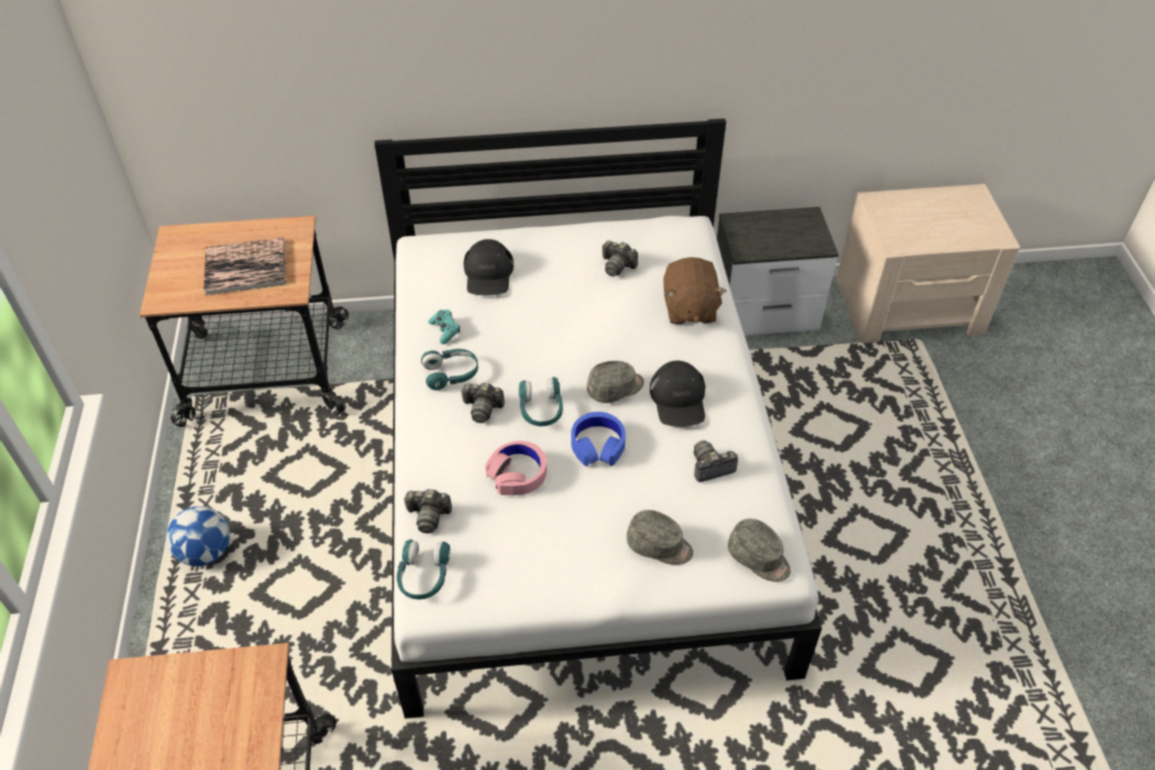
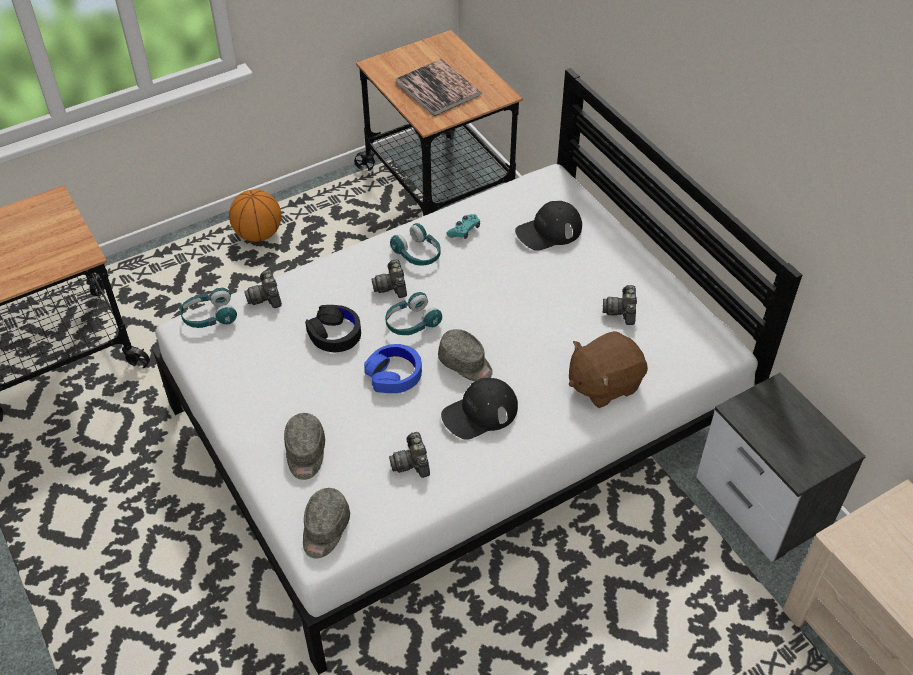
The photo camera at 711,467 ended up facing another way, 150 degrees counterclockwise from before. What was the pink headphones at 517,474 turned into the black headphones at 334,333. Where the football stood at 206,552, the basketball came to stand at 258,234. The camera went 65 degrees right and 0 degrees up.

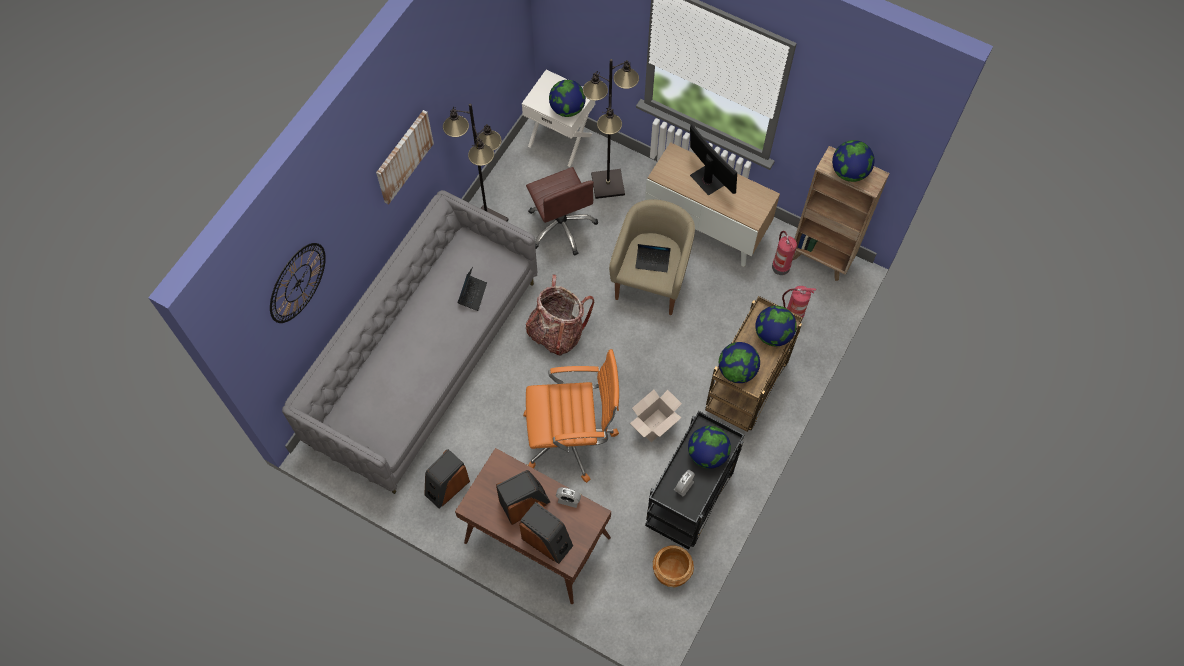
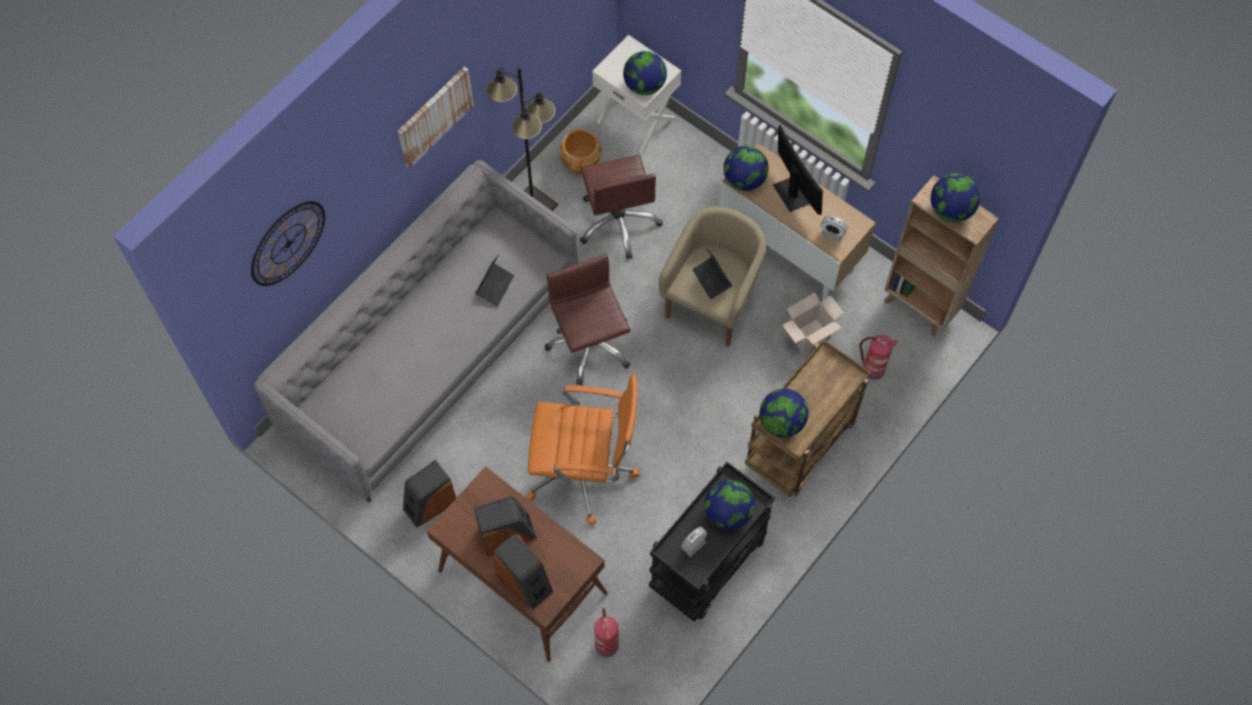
The second view lost the black floor lamp at 608,184. The fire extinguisher ended up elsewhere, having gone from 780,266 to 606,643. The laptop at 652,261 ended up facing another way, 45 degrees clockwise from before. Where the backpack stood at 556,332, the brown office chair came to stand at 589,345. The globe ended up elsewhere, having gone from 773,334 to 744,180. The cardboard box ended up elsewhere, having gone from 654,427 to 809,337. The alarm clock ended up elsewhere, having gone from 568,500 to 832,234. The brown planter ended up elsewhere, having gone from 671,571 to 580,162. The camera went 10 degrees right and 0 degrees up.

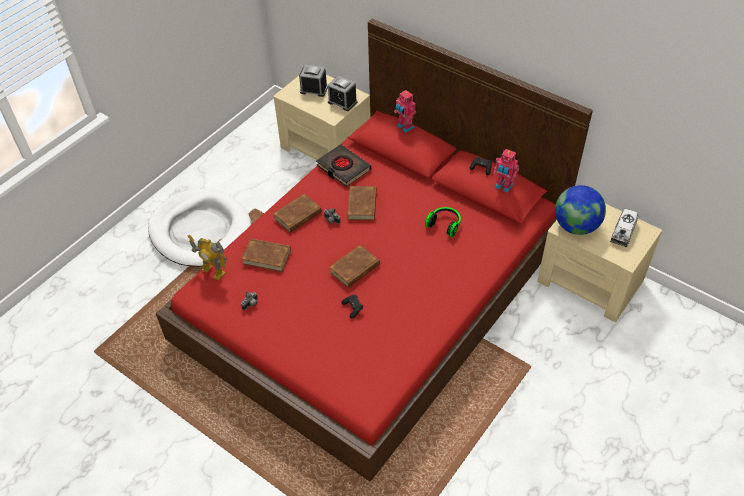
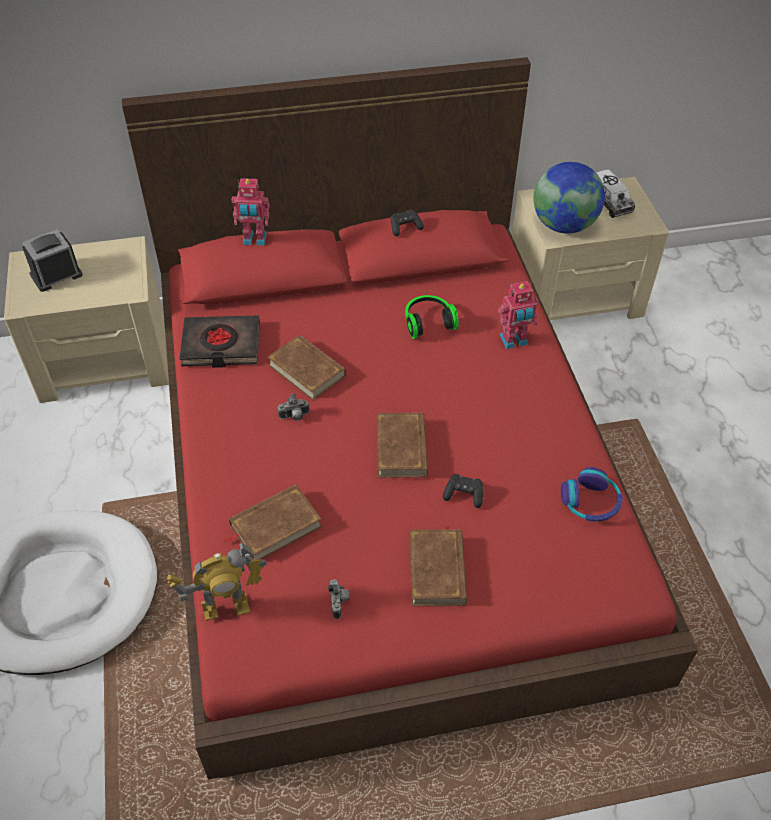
The second view lost the alarm clock at 342,102. The toy robot ended up elsewhere, having gone from 503,186 to 514,341. The brown book ended up elsewhere, having gone from 298,215 to 437,570. The second view gained the headphones at 590,502. The camera went 50 degrees left and 0 degrees up.

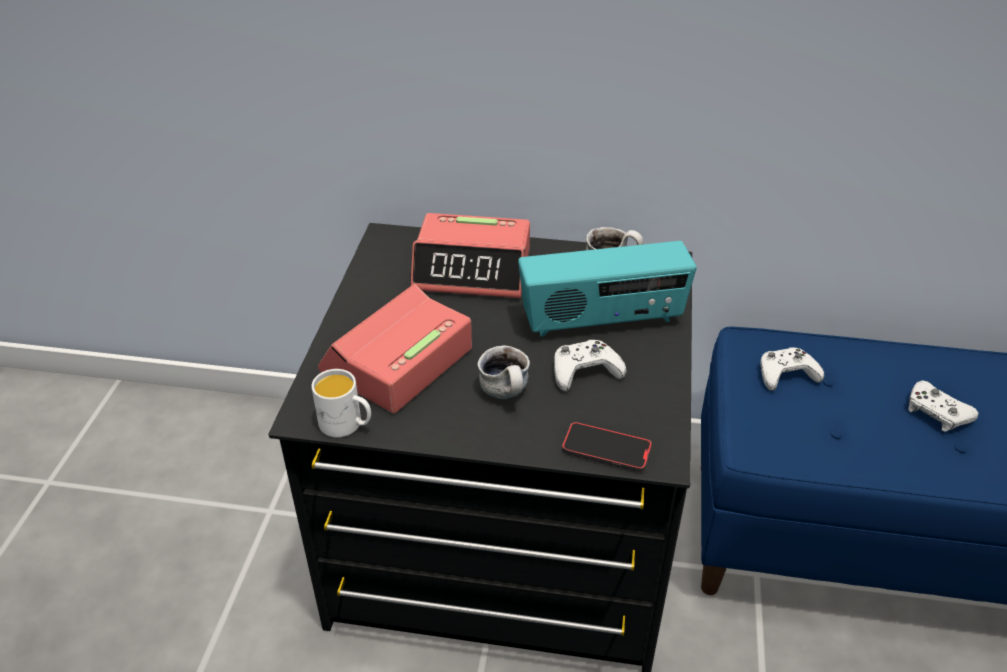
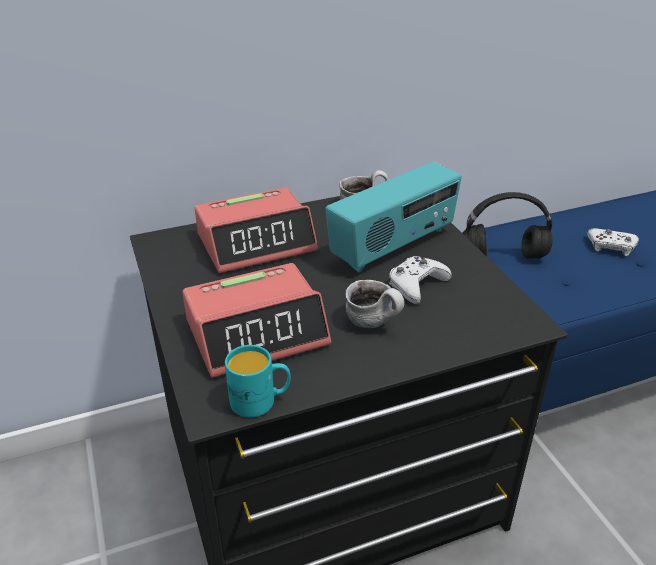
The alarm clock at 397,361 ended up facing another way, 120 degrees counterclockwise from before. Where the white game controller stood at 786,374, the black headphones came to stand at 505,255. What was the white mug at 347,425 turned into the turquoise mug at 260,401. The second view lost the phone at 606,449. The camera went 30 degrees left and 5 degrees down.

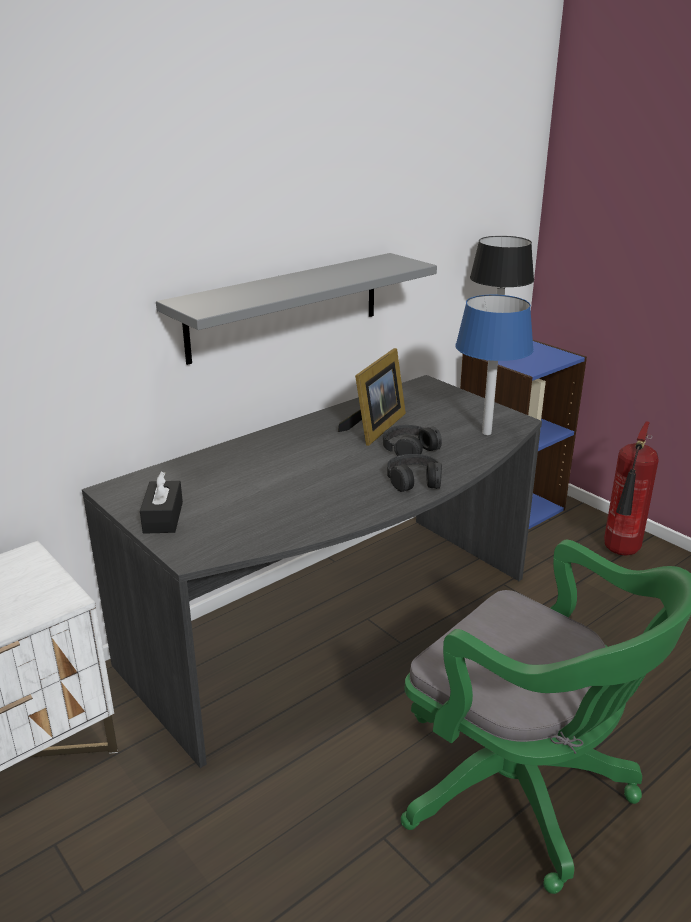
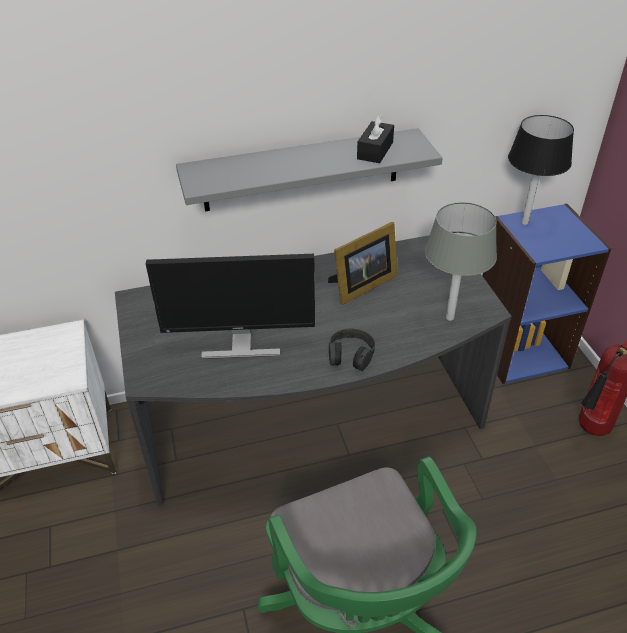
What was the blue table lamp at 486,433 turned into the grey table lamp at 449,317. The second view lost the black headphones at 409,448. The black tissue box ended up elsewhere, having gone from 163,517 to 375,150. The second view gained the monitor at 240,345. The camera went 25 degrees right and 15 degrees up.

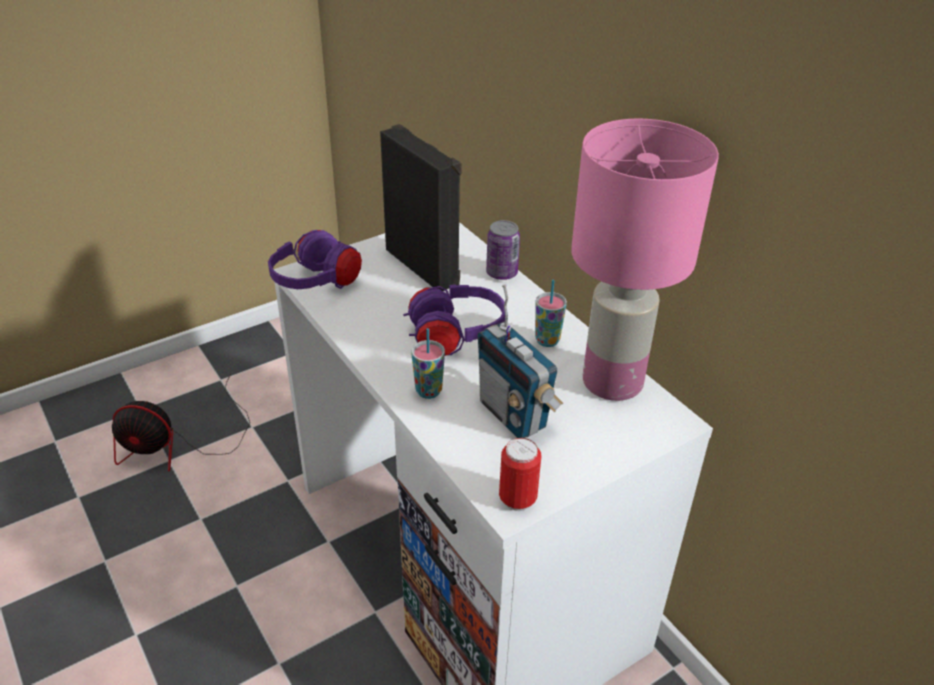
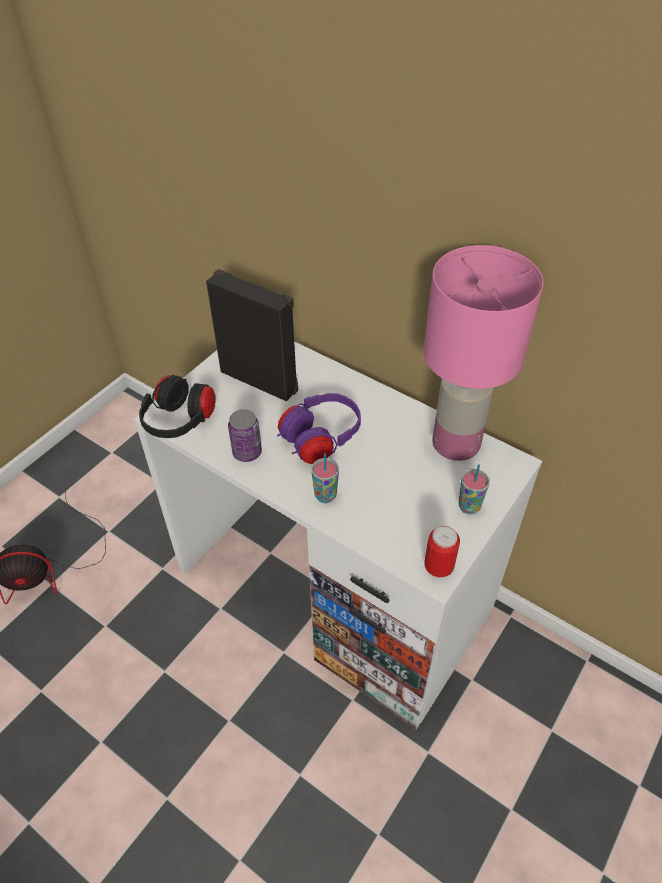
The can ended up elsewhere, having gone from 501,273 to 247,452. What was the purple headphones at 316,284 turned into the black headphones at 180,422. The cup ended up elsewhere, having gone from 547,340 to 469,507. The second view lost the radio at 513,415. The camera went 20 degrees left and 10 degrees up.

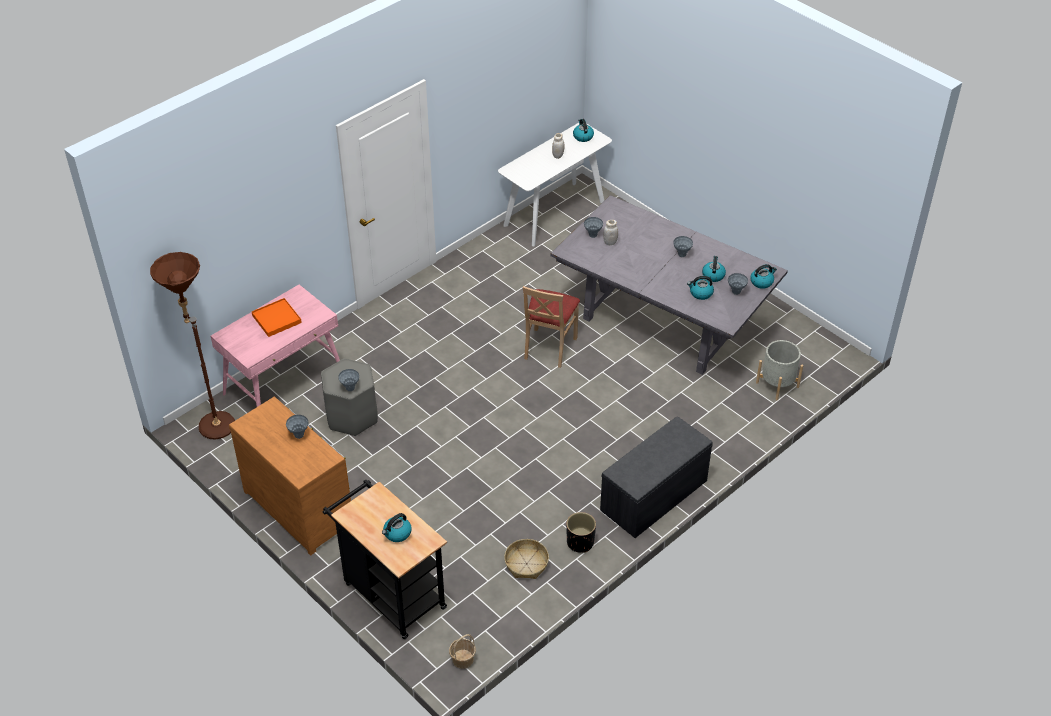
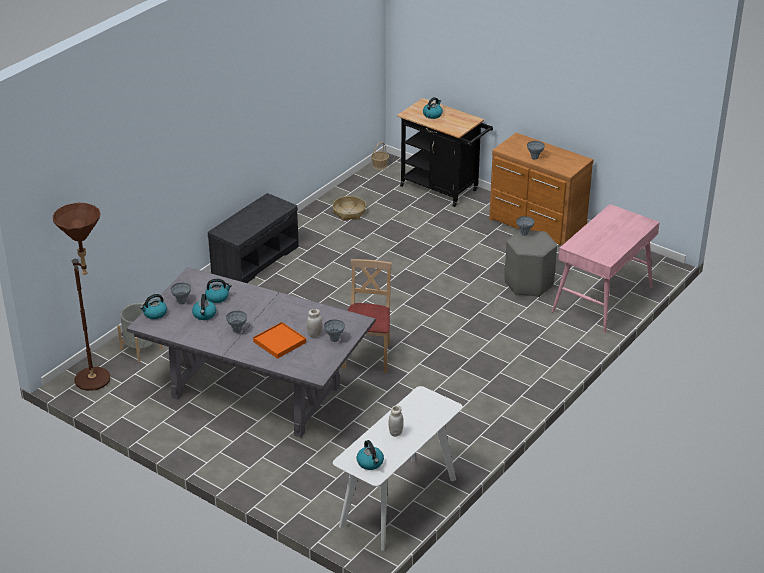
The brown floor lamp ended up elsewhere, having gone from 212,422 to 98,382. The orange tray ended up elsewhere, having gone from 276,319 to 279,342. The second view lost the black planter at 580,542. The camera went 170 degrees right and 10 degrees down.

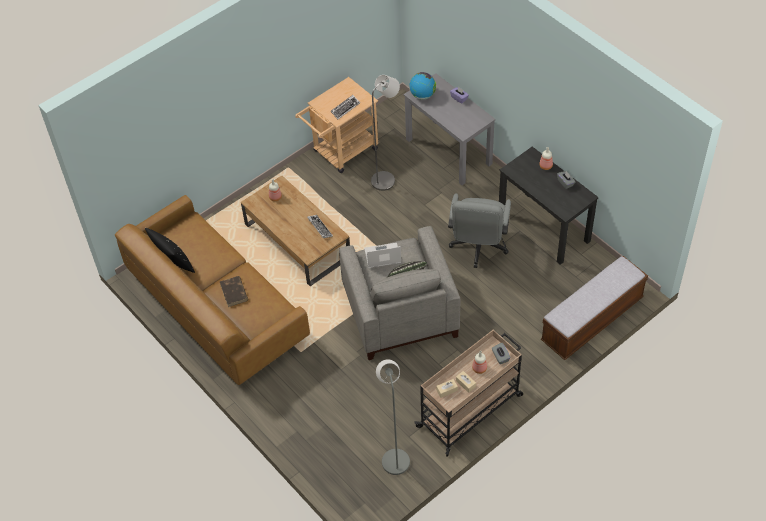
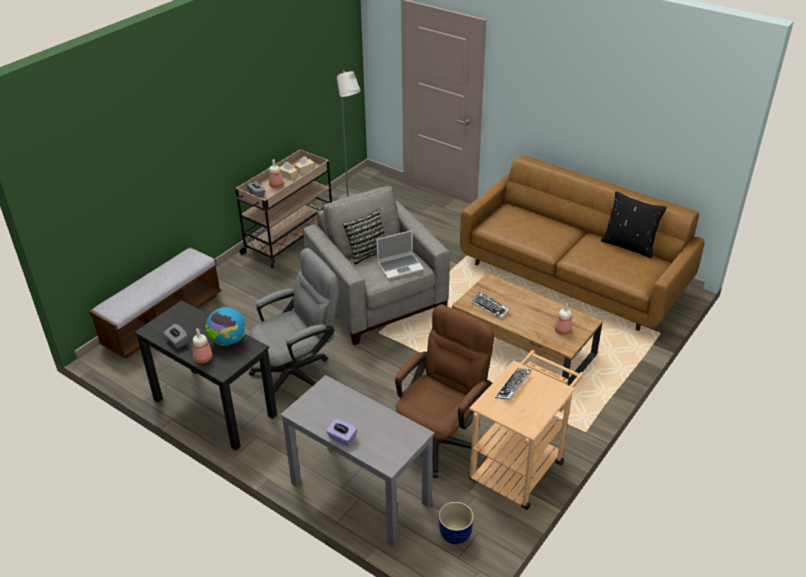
The globe ended up elsewhere, having gone from 422,95 to 228,341. Where the grey floor lamp stood at 386,178, the brown office chair came to stand at 440,438. The grey office chair at 478,248 ended up facing another way, 60 degrees clockwise from before. The second view lost the brown book at 234,292. The second view gained the planter at 454,535. The camera went 165 degrees right and 15 degrees down.

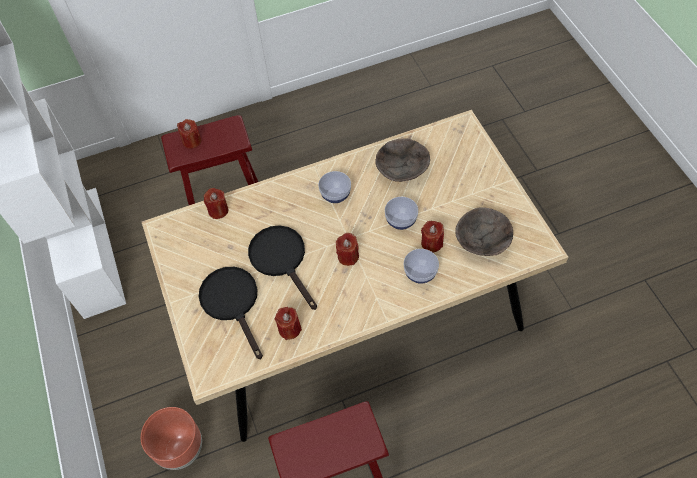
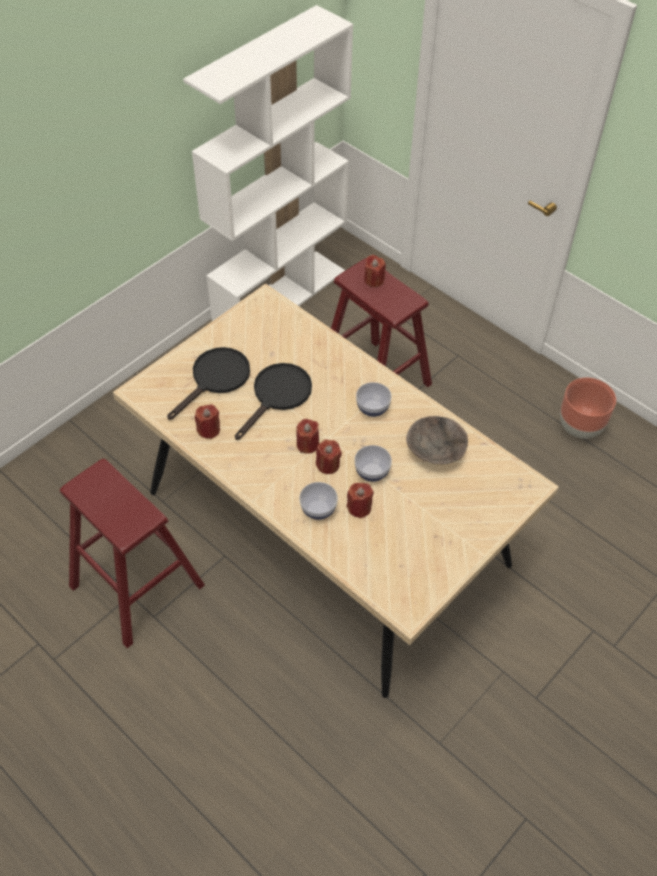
The red candle ended up elsewhere, having gone from 218,210 to 328,465. The second view lost the brown bowl at 482,242. The brown planter ended up elsewhere, having gone from 180,449 to 579,427. The camera went 60 degrees right and 5 degrees down.

